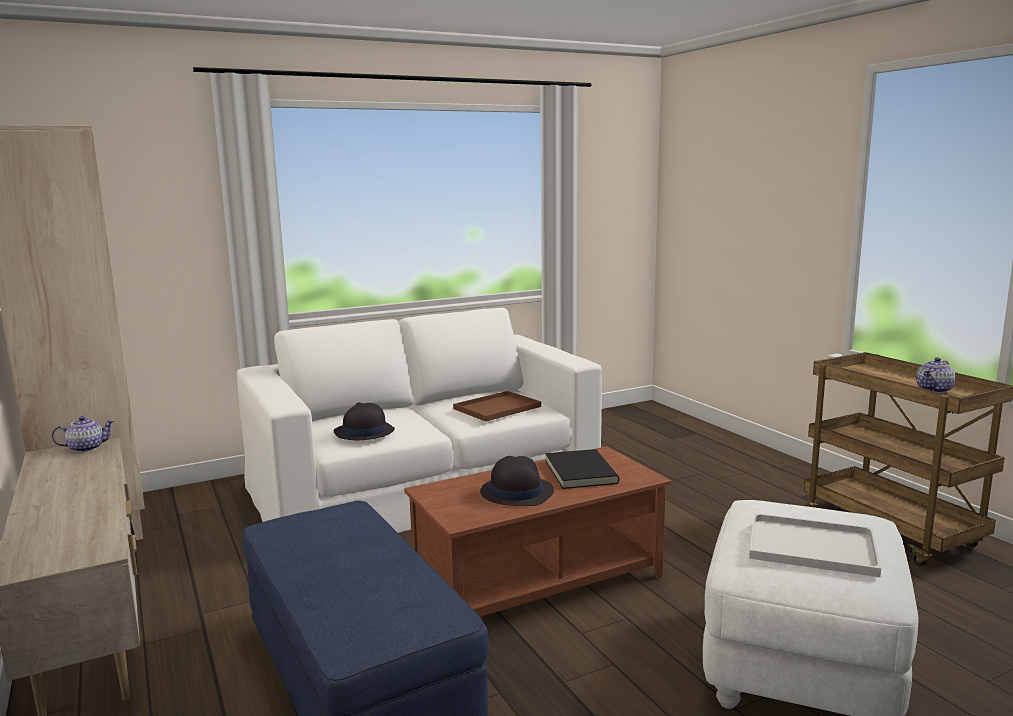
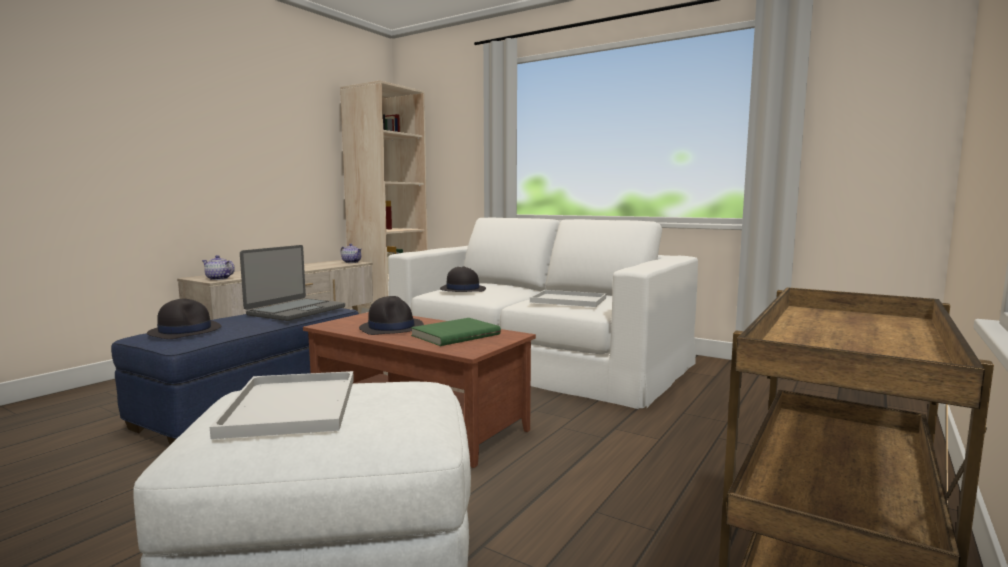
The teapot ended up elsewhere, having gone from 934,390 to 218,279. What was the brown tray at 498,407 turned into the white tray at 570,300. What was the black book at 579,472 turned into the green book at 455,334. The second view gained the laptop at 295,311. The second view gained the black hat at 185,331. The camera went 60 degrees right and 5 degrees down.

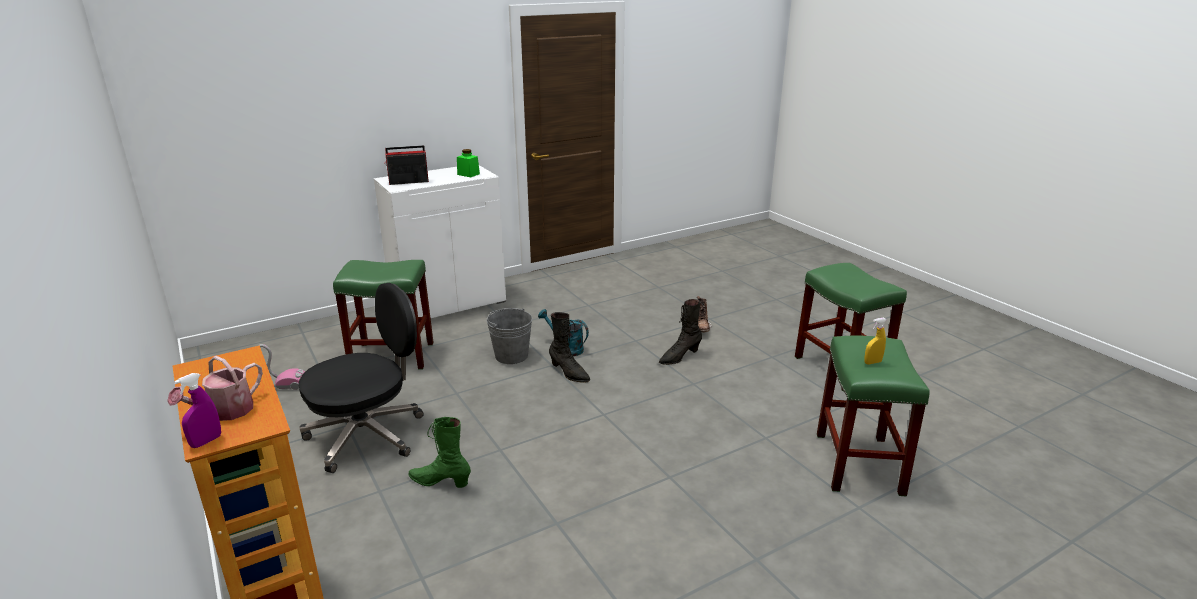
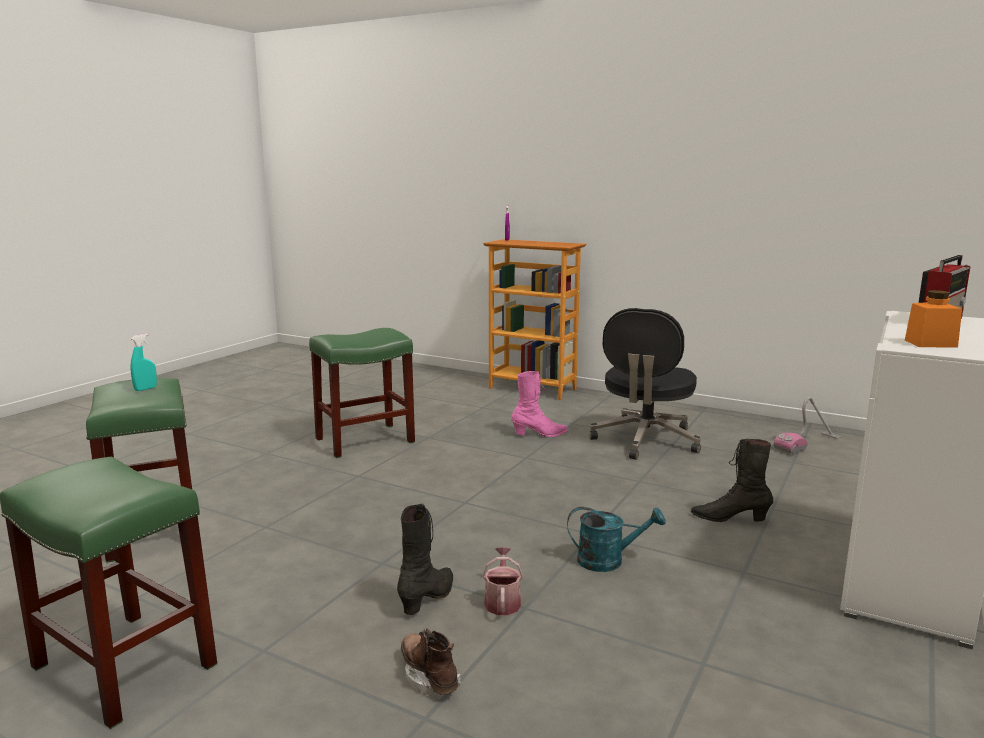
What was the green jar at 468,174 turned into the orange jar at 930,343. The green stool ended up elsewhere, having gone from 393,355 to 364,441. The second view lost the grey bucket at 511,356. The black boot ended up elsewhere, having gone from 569,373 to 729,519. What was the yellow spray bottle at 872,362 turned into the turquoise spray bottle at 145,389. The watering can ended up elsewhere, having gone from 225,412 to 502,601. What was the green boot at 440,482 turned into the pink boot at 540,434. The camera went 150 degrees right and 10 degrees down.

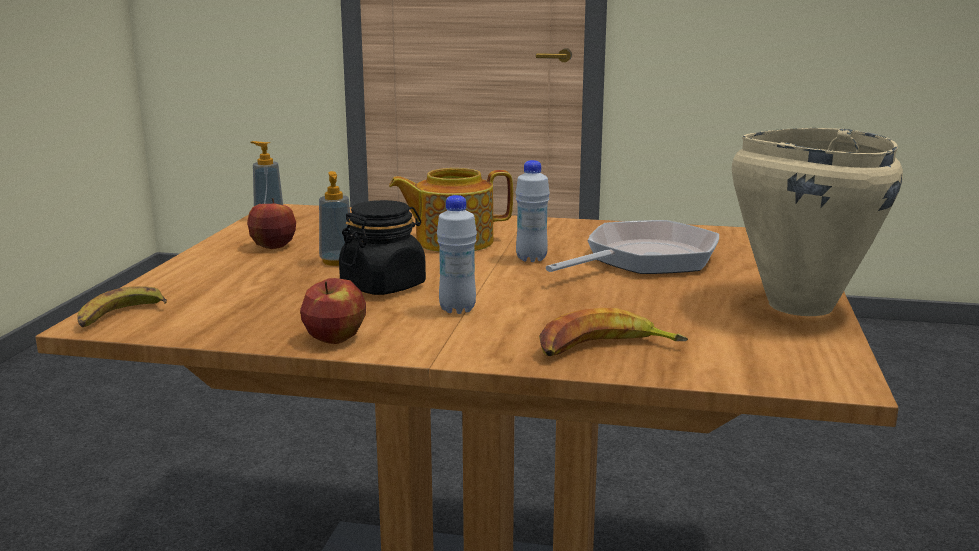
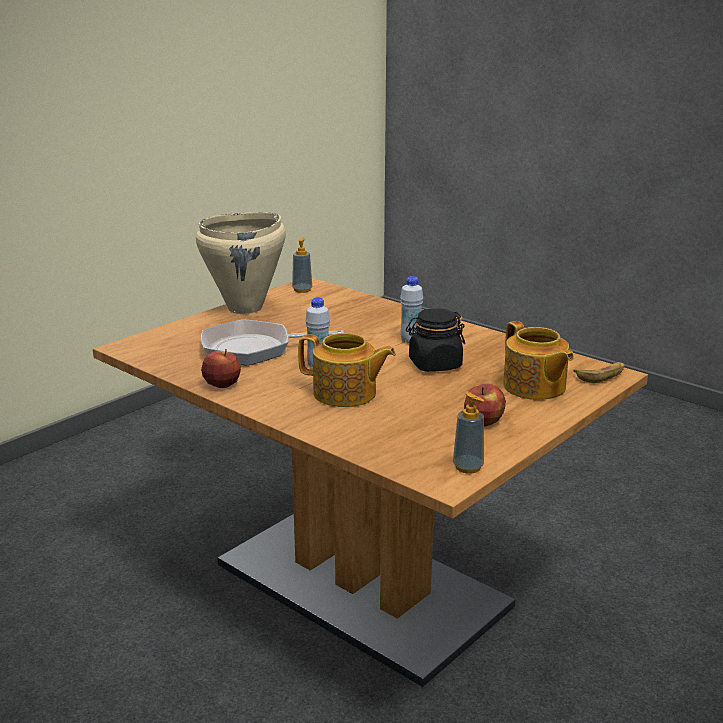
The soap dispenser ended up elsewhere, having gone from 337,261 to 302,290. The apple ended up elsewhere, having gone from 336,338 to 221,384. The second view lost the banana at 605,349. The second view gained the teapot at 534,387. The camera went 150 degrees left and 5 degrees up.

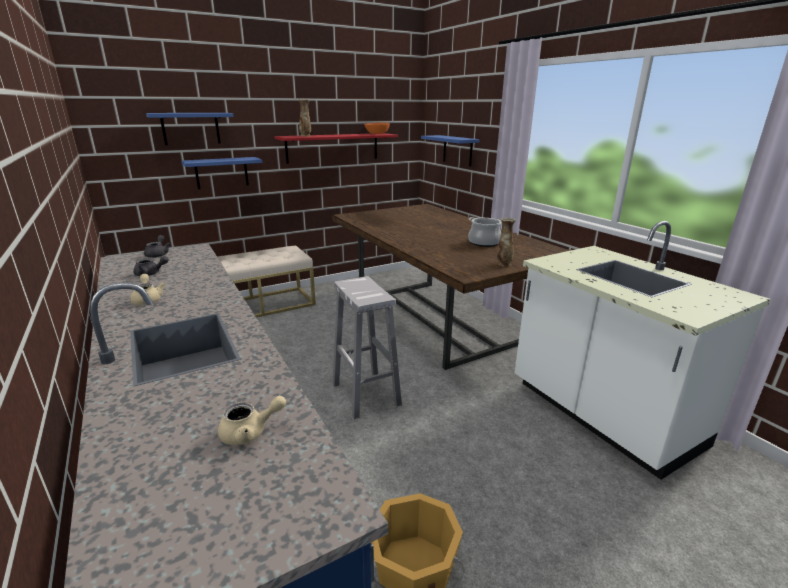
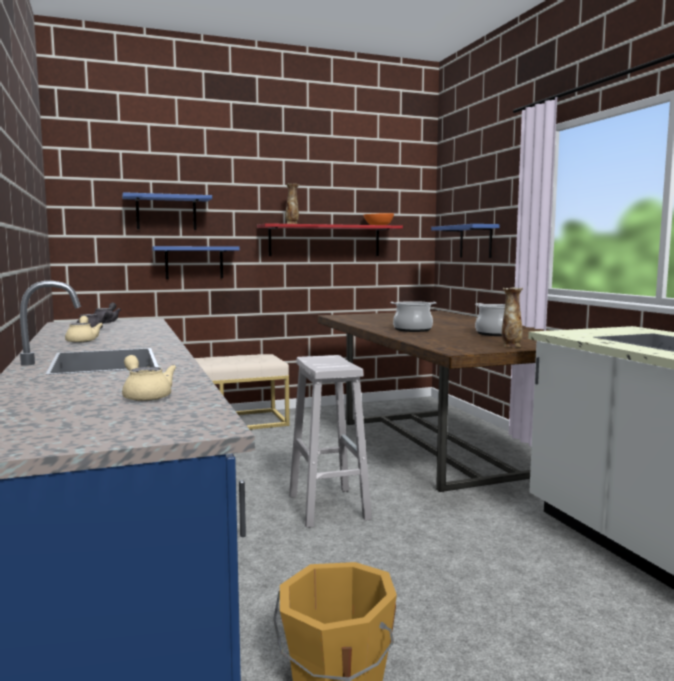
The beige teapot at 250,432 ended up facing another way, 120 degrees counterclockwise from before. The second view gained the cooking pot at 412,330. The camera went 10 degrees right and 15 degrees down.

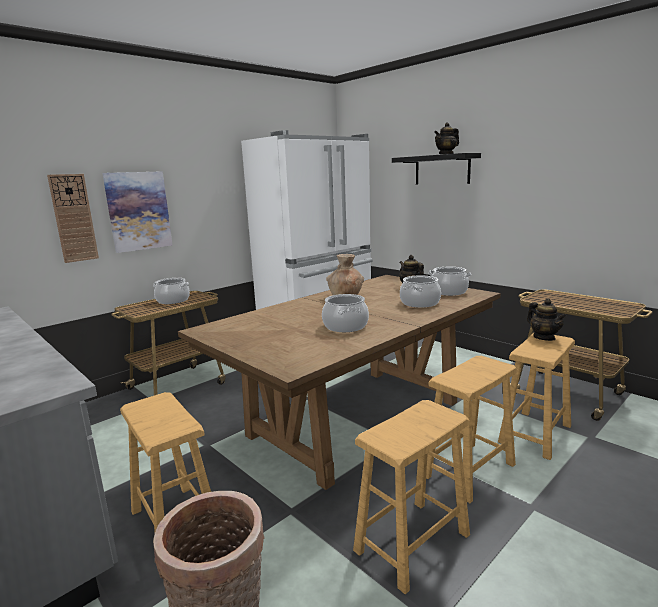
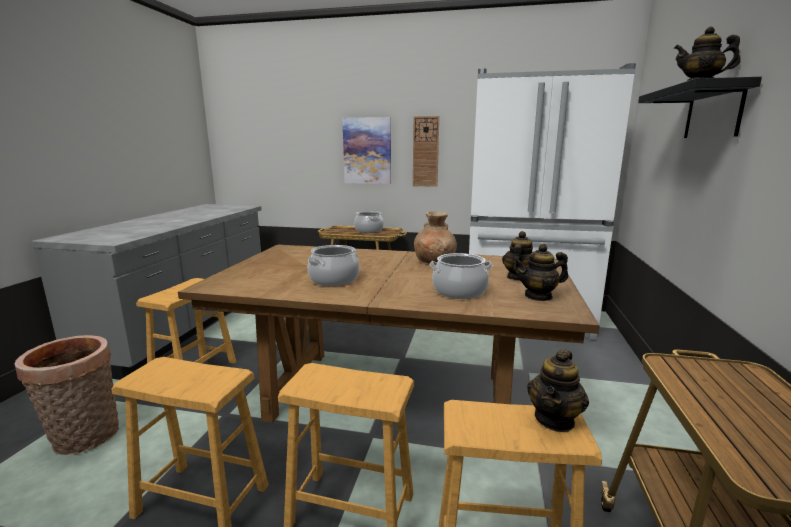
The wall clock ended up elsewhere, having gone from 73,218 to 425,151. Where the cooking pot stood at 449,292, the teapot came to stand at 538,296. The camera went 55 degrees right and 0 degrees up.

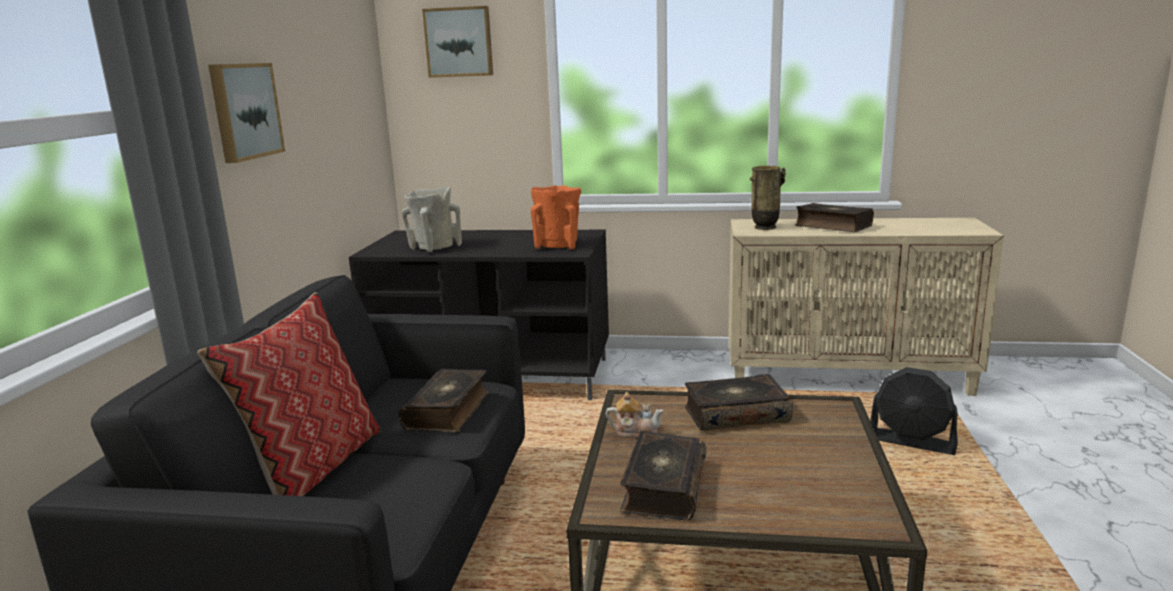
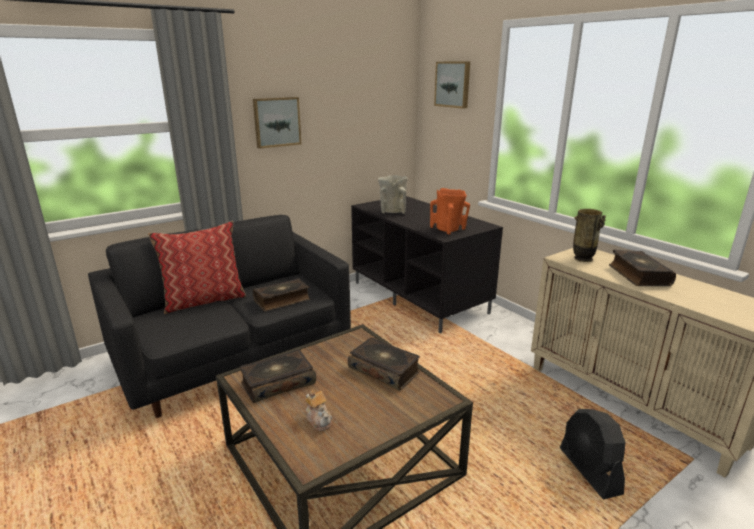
The teapot ended up elsewhere, having gone from 635,431 to 319,420. The camera went 45 degrees right and 5 degrees up.

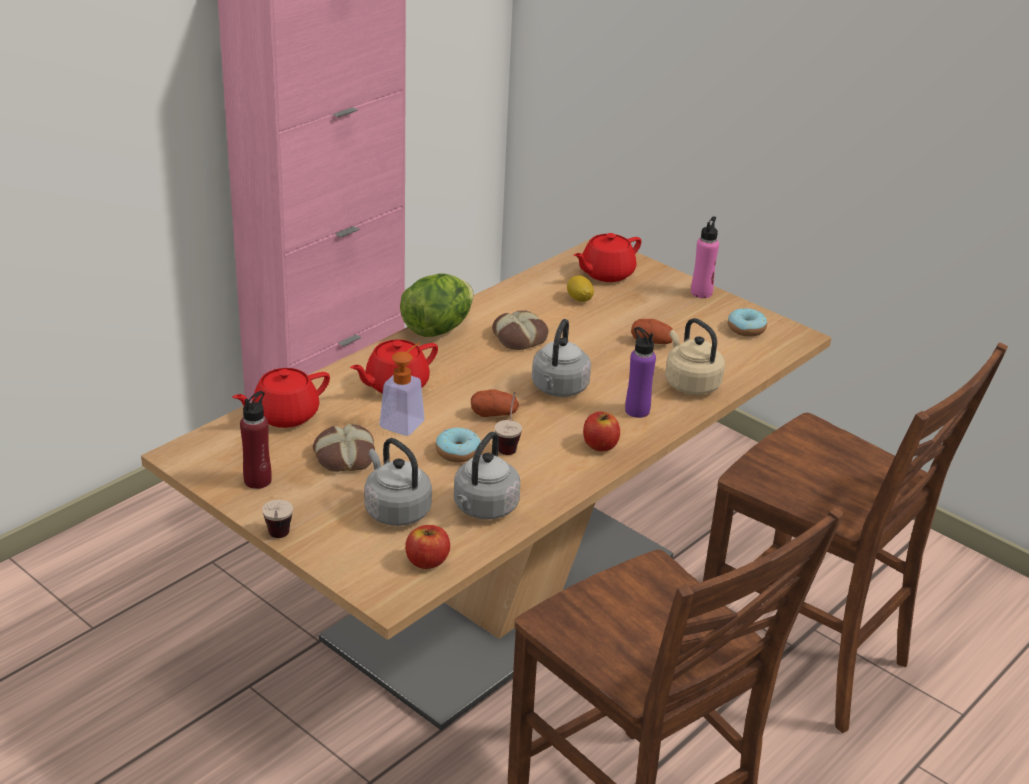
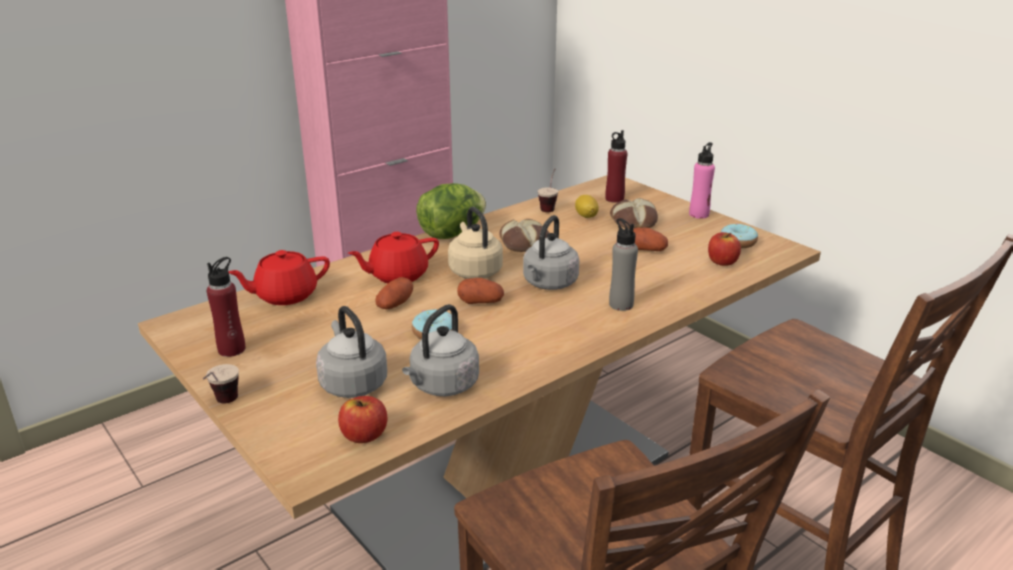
Where the red teapot stood at 606,273, the red bottle came to stand at 614,199. The beige kettle ended up elsewhere, having gone from 690,383 to 474,270. What was the purple bottle at 637,410 turned into the grey bottle at 621,304. Where the soap dispenser stood at 406,421, the potato came to stand at 395,304. The cup ended up elsewhere, having gone from 508,443 to 549,207. The apple ended up elsewhere, having gone from 600,445 to 722,262. The bread ended up elsewhere, having gone from 344,456 to 633,221. The camera went 10 degrees right and 5 degrees down.

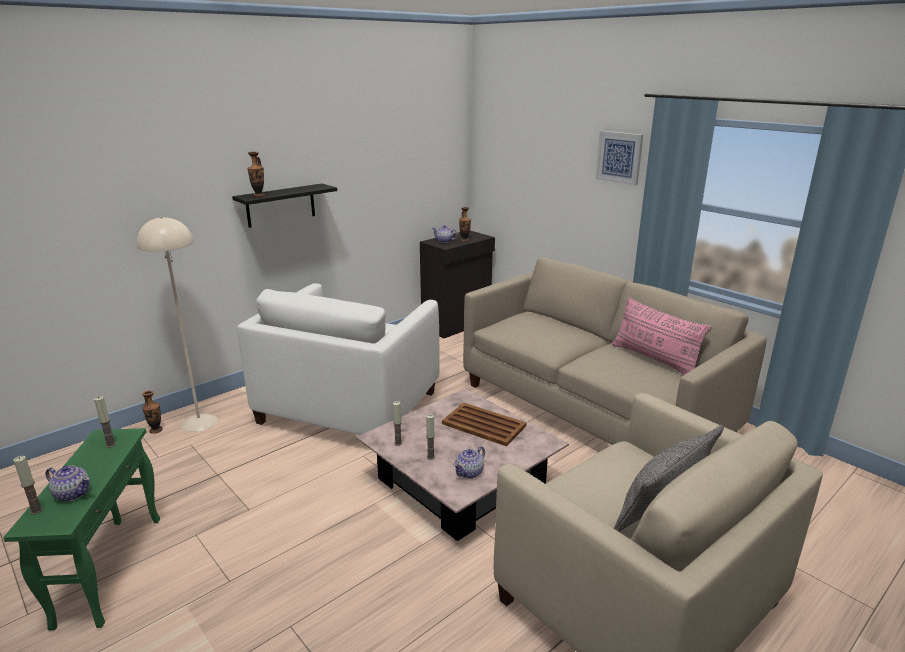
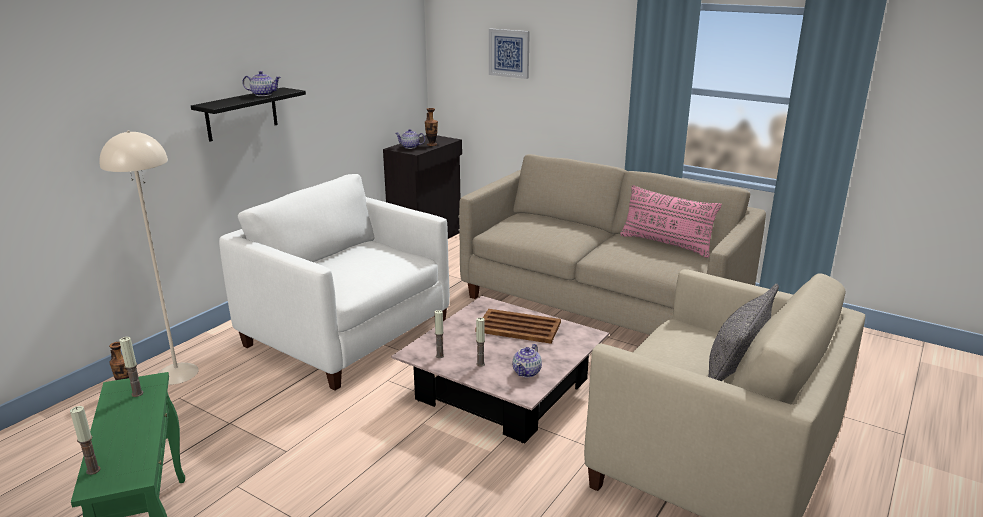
The picture ended up elsewhere, having gone from 619,157 to 509,53. The second view lost the vase at 258,196. The white armchair at 349,407 ended up facing another way, 120 degrees clockwise from before. The teapot ended up elsewhere, having gone from 72,493 to 263,94. The camera went 15 degrees left and 0 degrees up.

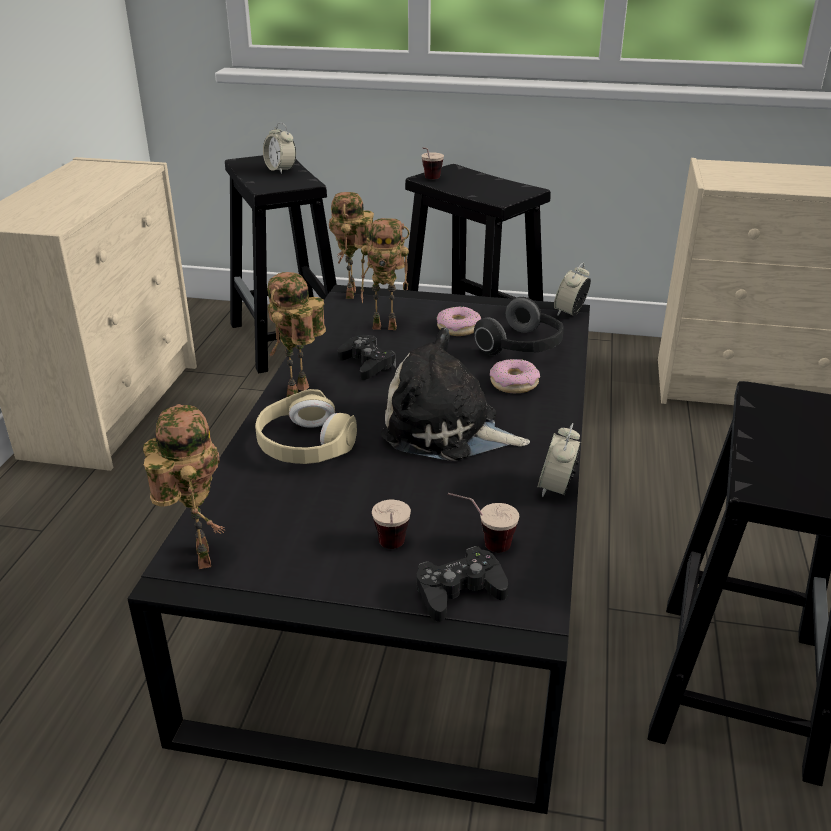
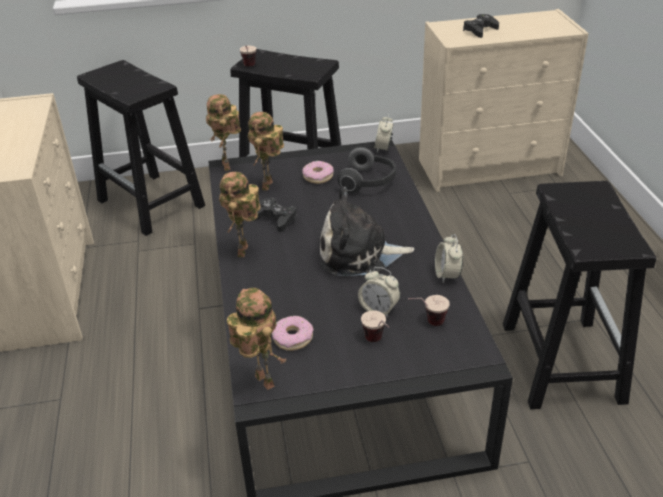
The alarm clock ended up elsewhere, having gone from 280,170 to 379,309. The toy robot at 386,326 ended up facing another way, 120 degrees clockwise from before. The donut ended up elsewhere, having gone from 514,383 to 293,338. The second view lost the beige headphones at 305,443. The black game controller ended up elsewhere, having gone from 459,591 to 480,30. The camera went 20 degrees left and 5 degrees up.

